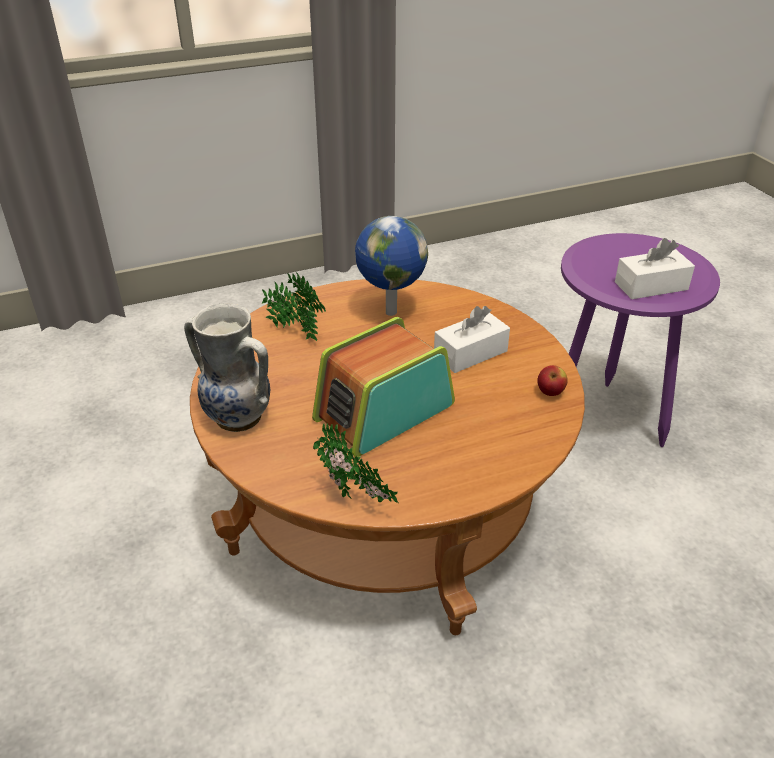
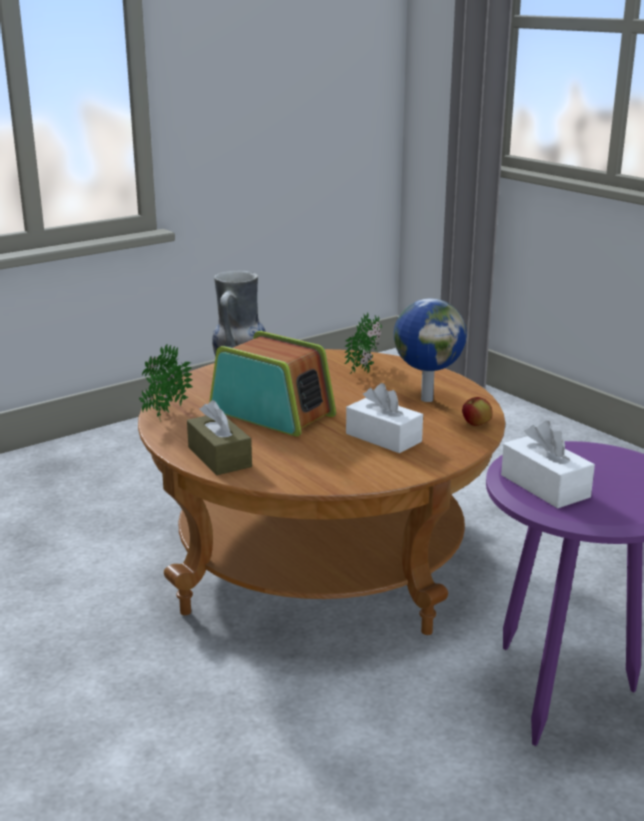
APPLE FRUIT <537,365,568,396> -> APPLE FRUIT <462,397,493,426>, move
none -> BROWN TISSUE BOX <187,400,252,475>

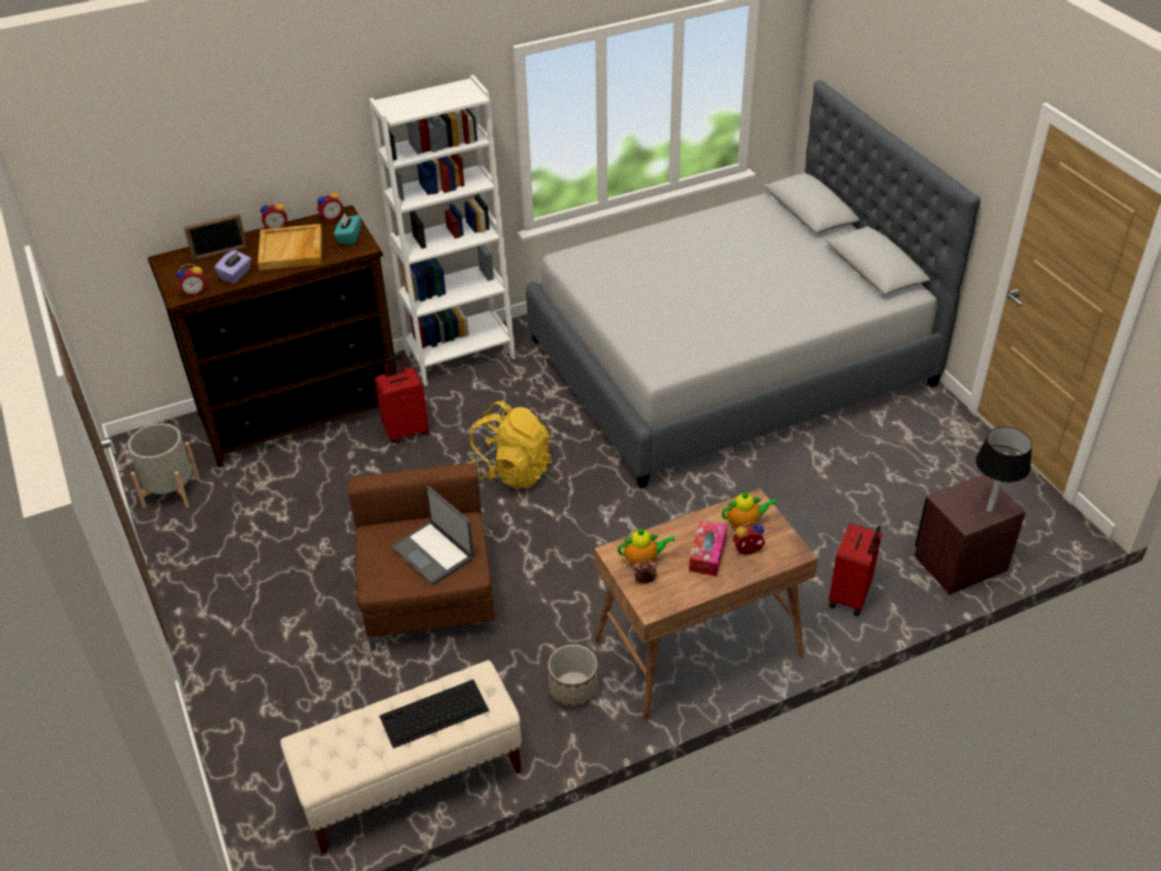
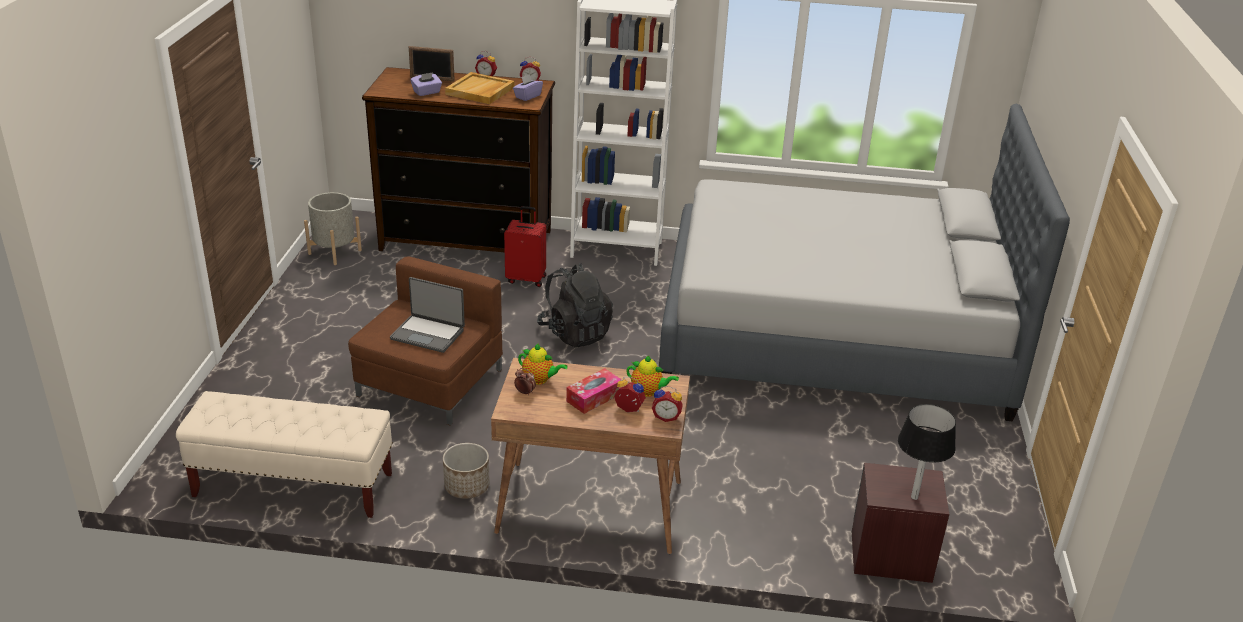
TURQUOISE TISSUE BOX <334,213,361,245> -> PURPLE TISSUE BOX <513,74,543,101>
ALARM CLOCK <176,264,206,296> -> ALARM CLOCK <652,386,683,422>, move
YELLOW-COLOURED BACKPACK <468,401,552,488> -> BLACK-COLOURED BACKPACK <537,263,613,347>
LAPTOP <391,486,474,585> -> LAPTOP <390,277,465,353>, 60 degrees counterclockwise
REDDISH SUITCASE <829,523,882,616> -> none
COMPUTER KEYBOARD <379,679,489,748> -> none

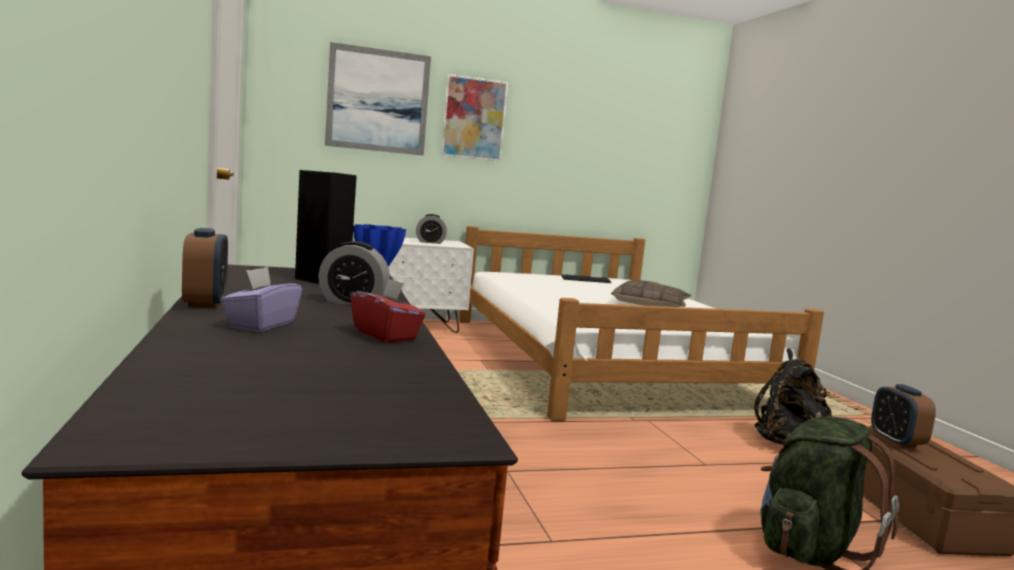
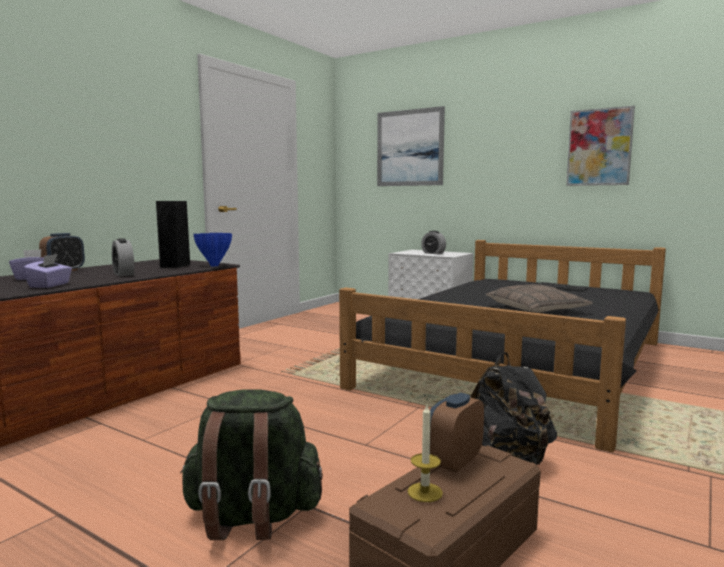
PICTURE <441,74,508,162> -> PICTURE <566,106,635,186>, move
WHITISH BEDROOM BED <459,226,824,421> -> BLACK-COLOURED BEDROOM BED <339,240,666,452>
REDDISH TISSUE BOX <350,278,425,343> -> PURPLE TISSUE BOX <23,254,72,288>
none -> WAX CANDLE <408,405,443,502>

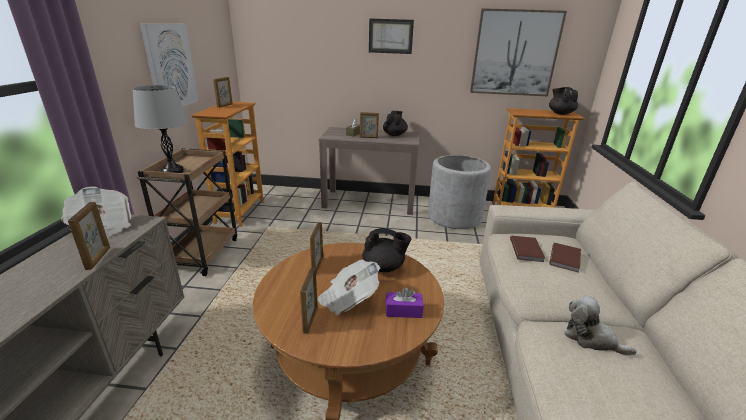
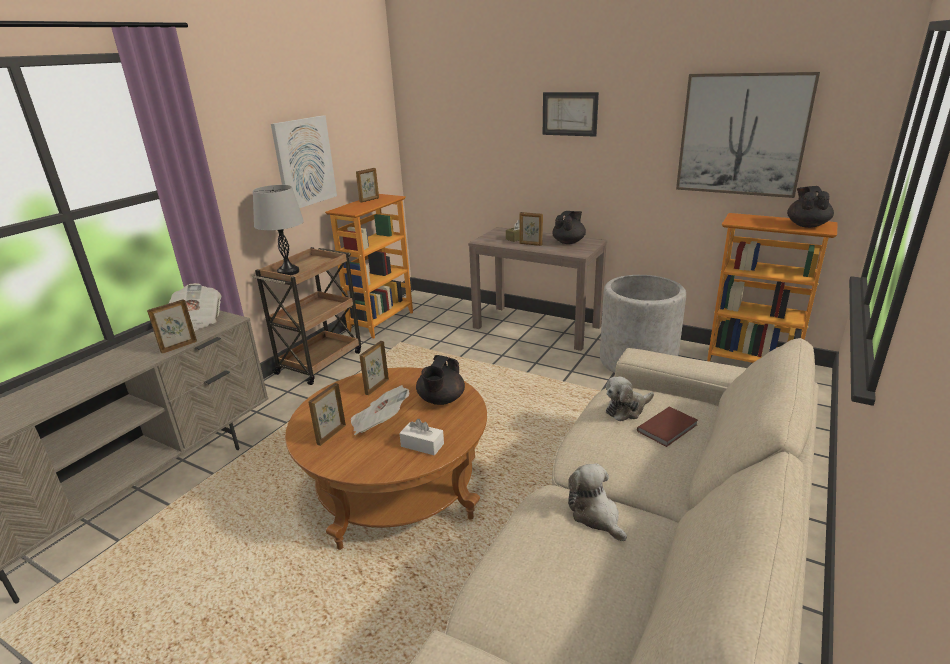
PICTURE FRAME <68,202,110,270> -> PICTURE FRAME <147,299,197,354>, 150 degrees counterclockwise
BLACK-COLOURED TEA POT <362,228,411,272> -> BLACK-COLOURED TEA POT <416,355,465,405>, 75 degrees clockwise
BROWN VOLUME <510,236,545,262> -> PLUSH TOY <606,377,654,421>
PURPLE TISSUE BOX <386,287,424,318> -> WHITISH TISSUE BOX <399,419,444,456>

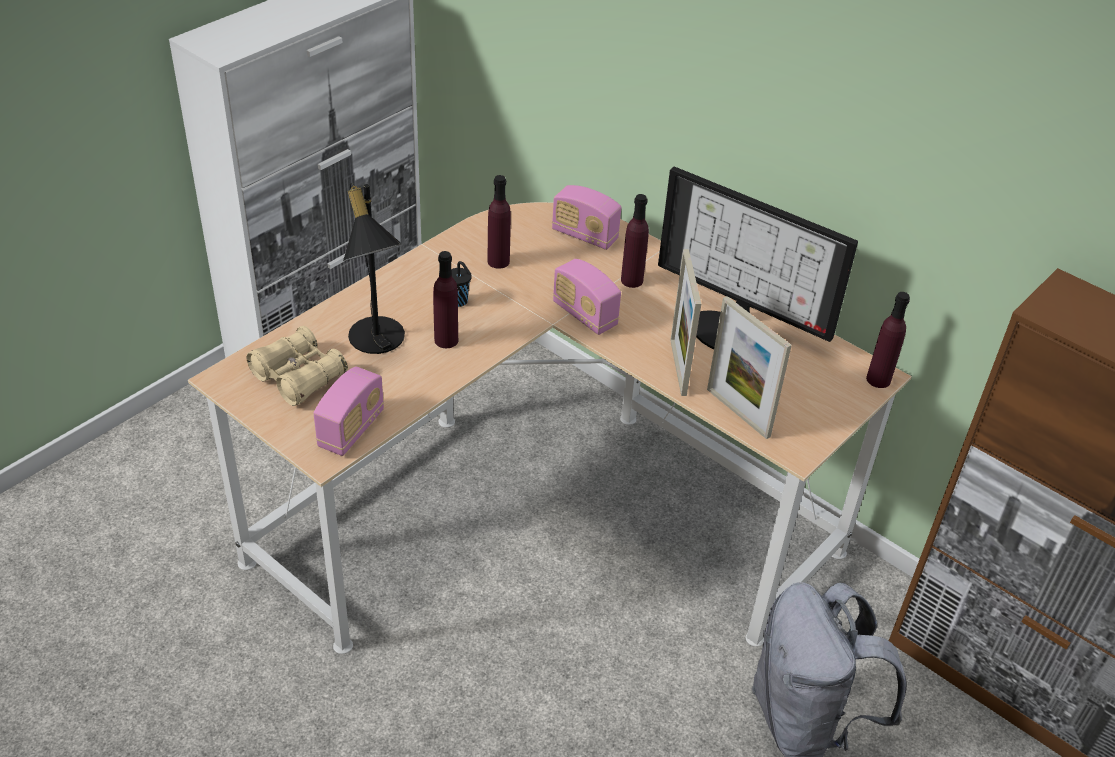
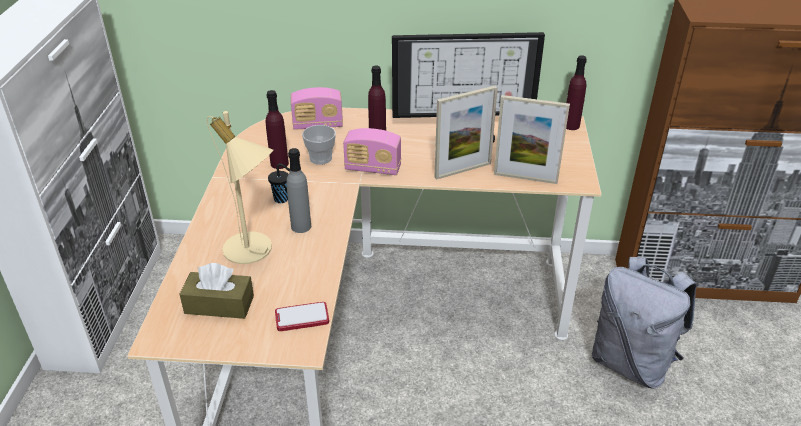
BLACK-COLOURED TABLE LAMP <343,183,405,354> -> BEIGE-COLOURED TABLE LAMP <207,111,273,264>
PICTURE FRAME <670,249,701,396> -> PICTURE FRAME <434,85,498,180>, 75 degrees counterclockwise
PURPLE BOTTLE <433,251,458,348> -> GREYISH BOTTLE <286,148,311,233>
BEIGE-COLOURED FIELD GLASSES <246,326,348,406> -> BROWN TISSUE BOX <179,263,254,319>
RADIO SET <313,366,384,456> -> PHONE <275,302,329,331>
none -> CUP <302,125,336,165>

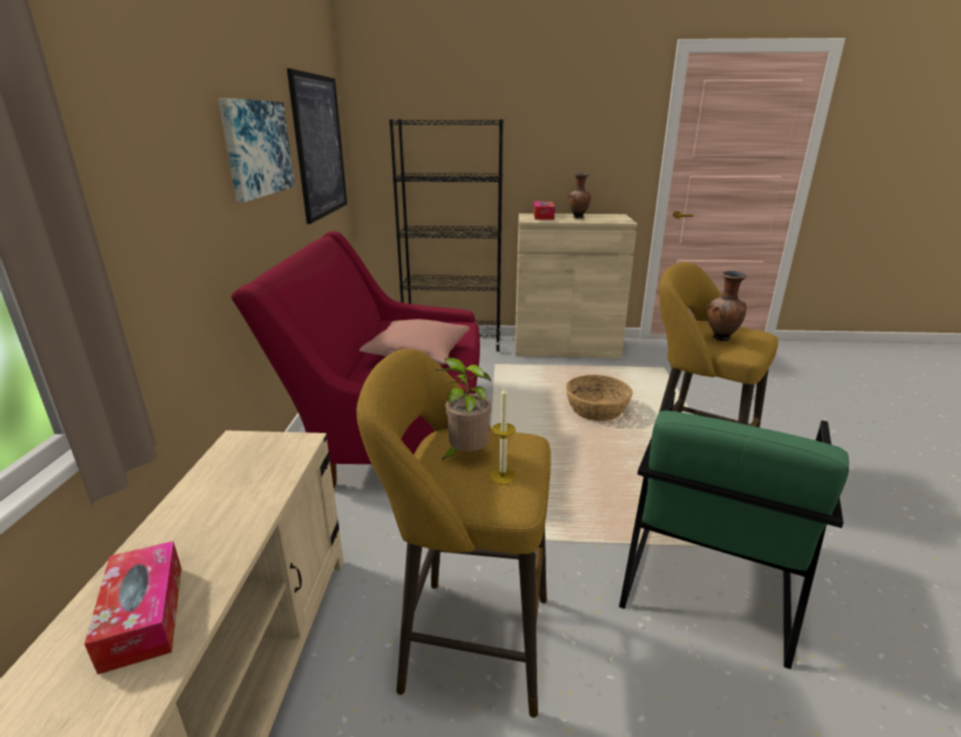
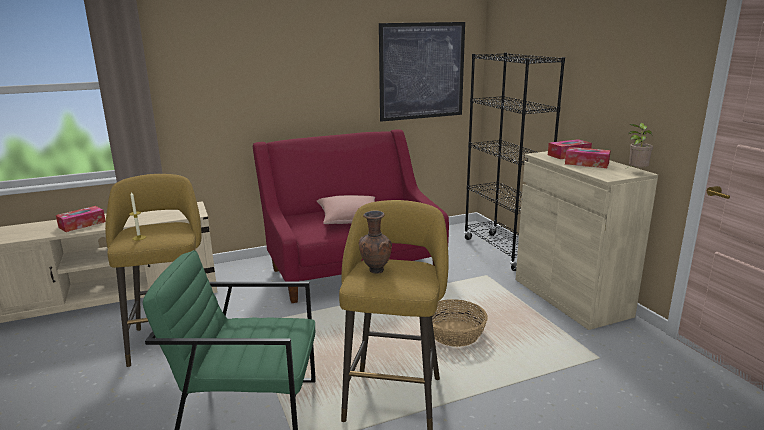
PICTURE <218,98,295,202> -> none
BROWN DECORATIVE VASE <567,173,591,219> -> TISSUE BOX <565,147,611,168>
POTTED PLANT <437,358,491,461> -> POTTED PLANT <627,123,653,168>, move

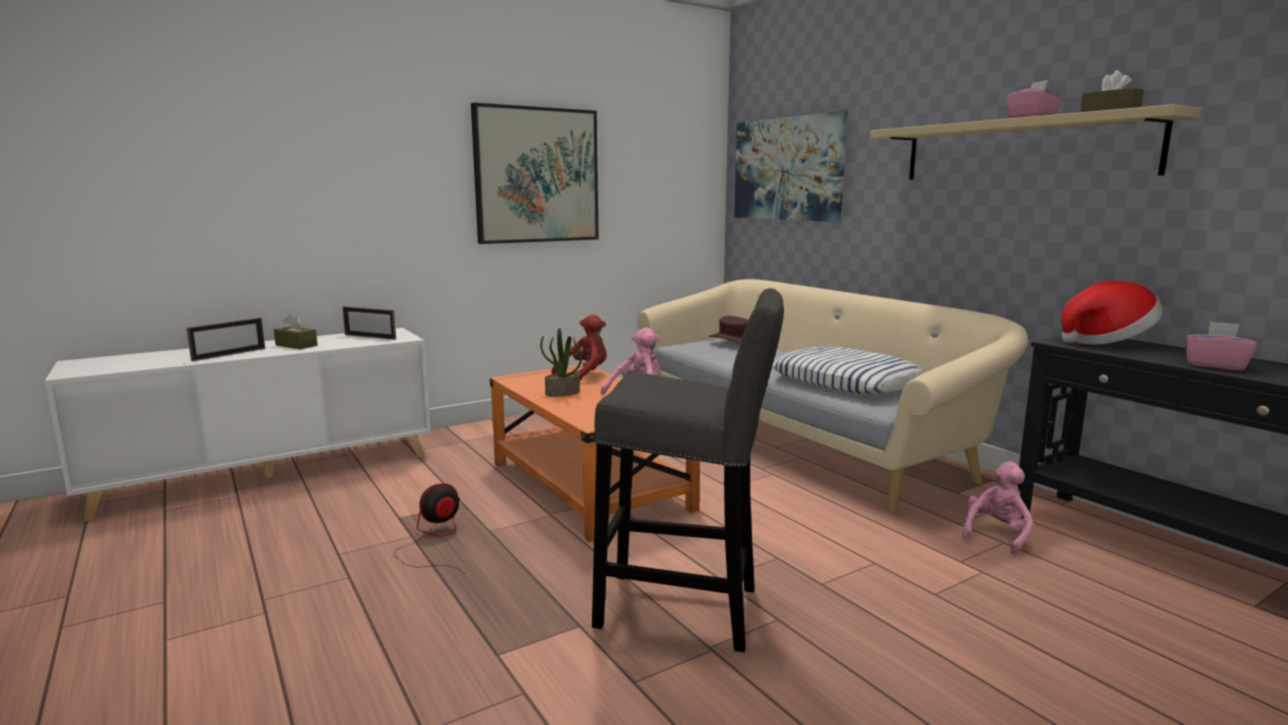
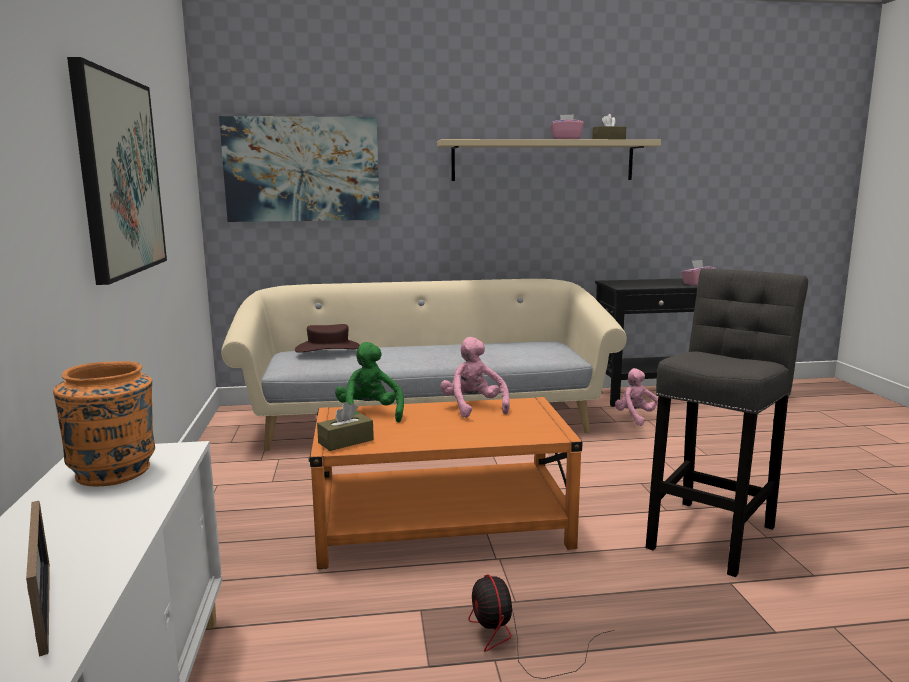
CLOTHING HAT <1061,280,1163,345> -> none
PICTURE FRAME <342,306,396,340> -> ORANGE DECORATIVE VASE <53,361,155,487>
BROWN TISSUE BOX <274,313,318,349> -> BROWN TISSUE BOX <317,402,374,451>, move
REDDISH PLUSH TOY <551,314,607,381> -> GREENISH PLUSH TOY <335,342,404,422>
POTTED PLANT <540,328,582,397> -> none
THROW PILLOW <772,346,925,394> -> none

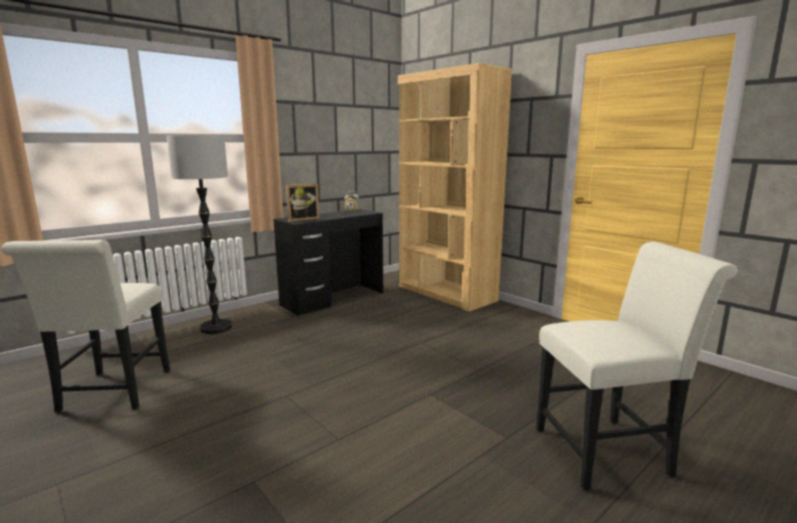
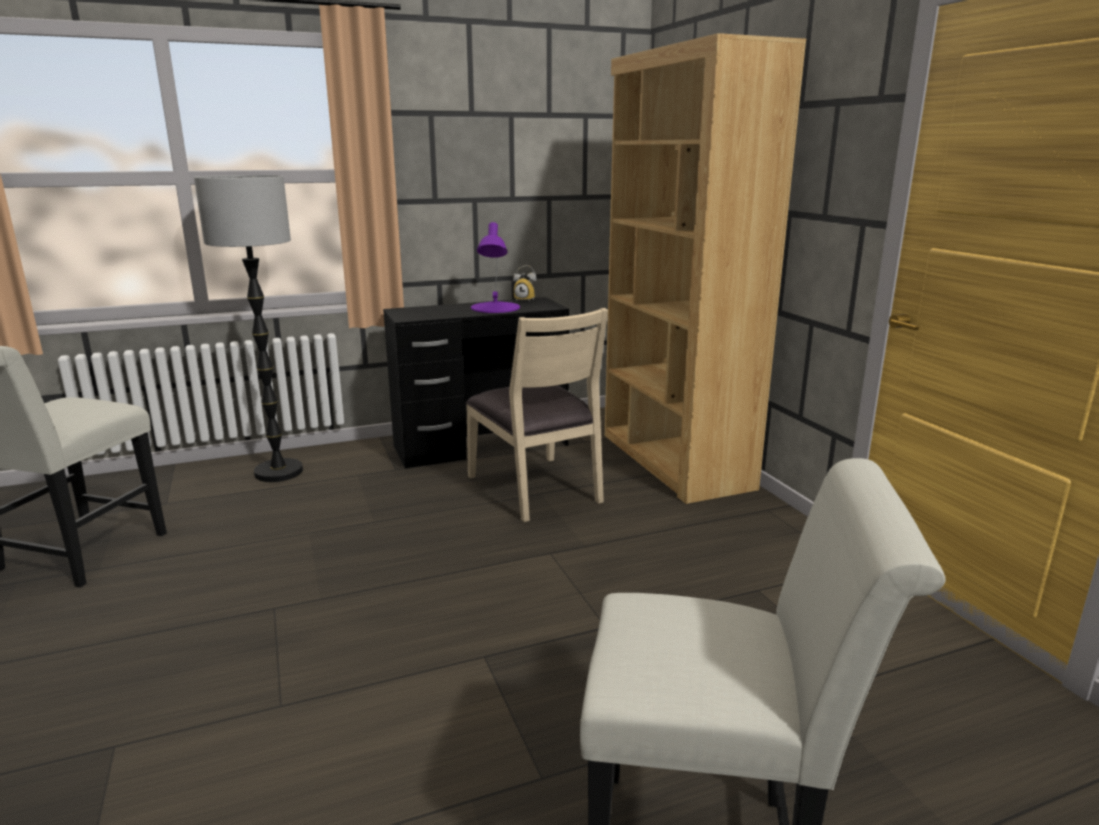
PICTURE FRAME <286,184,319,222> -> none
none -> PURPLE TABLE LAMP <471,222,520,313>
none -> BEIGE-COLOURED PLAIN CHAIR <466,308,608,522>

